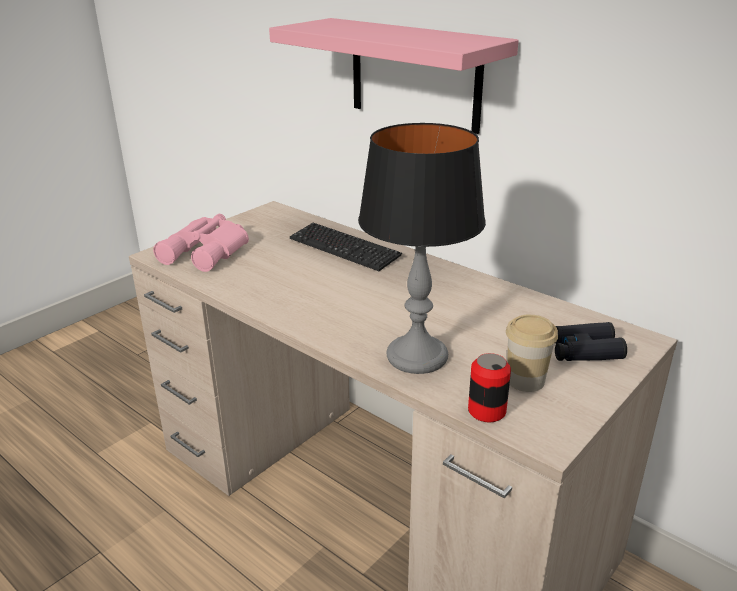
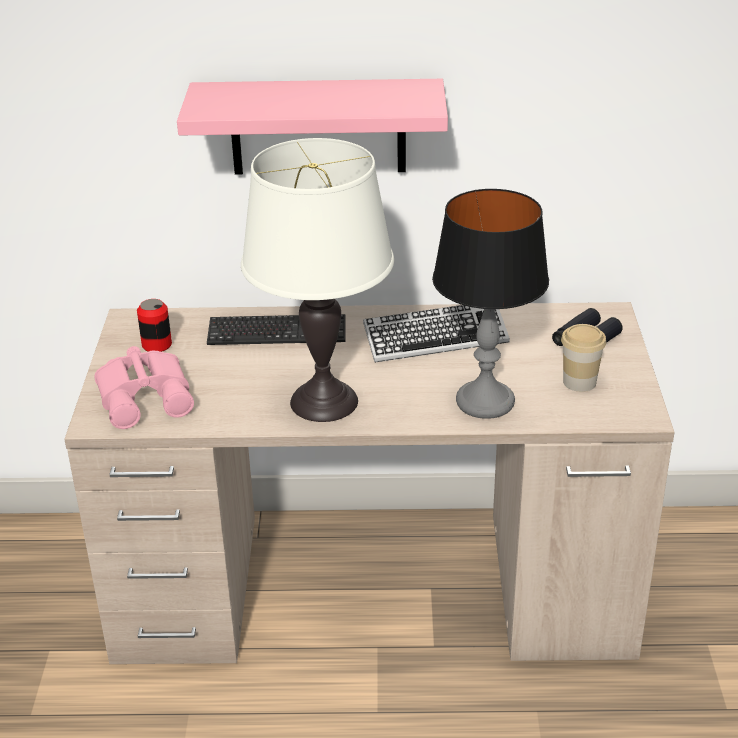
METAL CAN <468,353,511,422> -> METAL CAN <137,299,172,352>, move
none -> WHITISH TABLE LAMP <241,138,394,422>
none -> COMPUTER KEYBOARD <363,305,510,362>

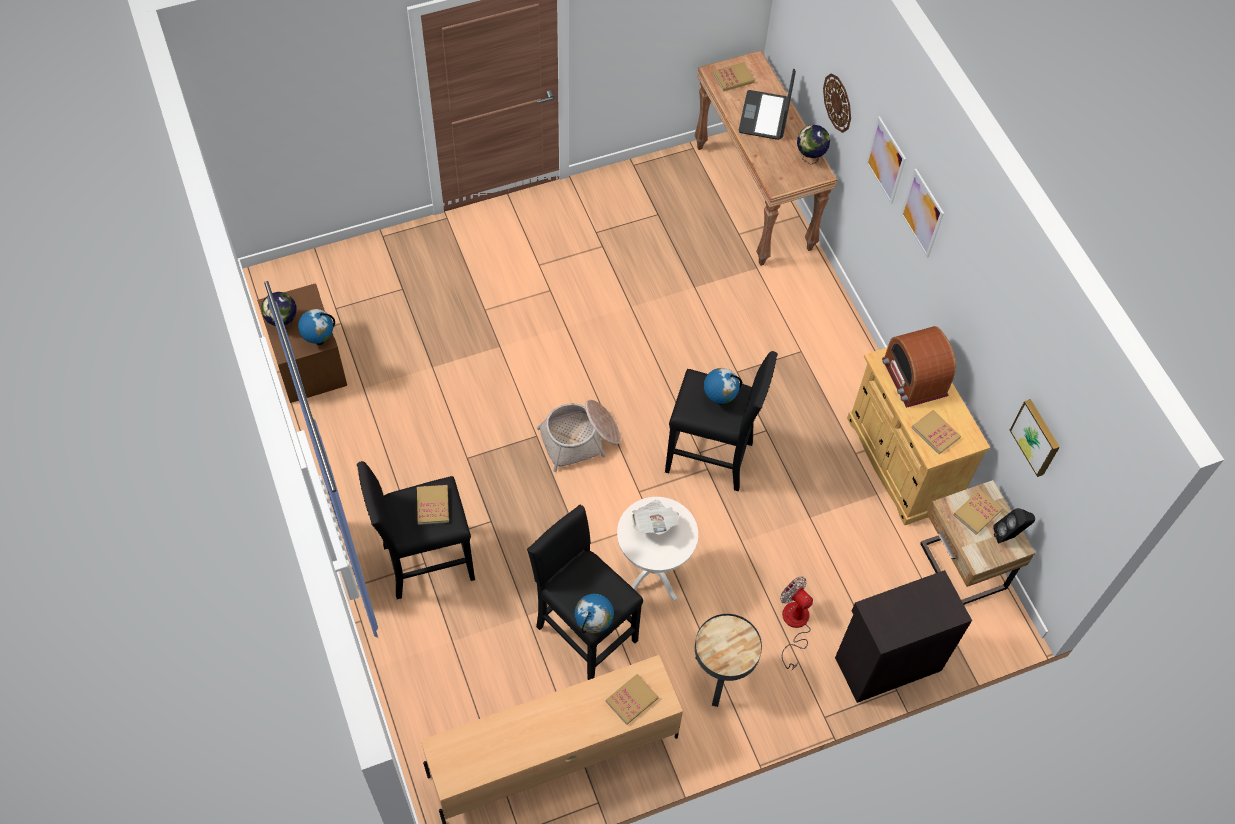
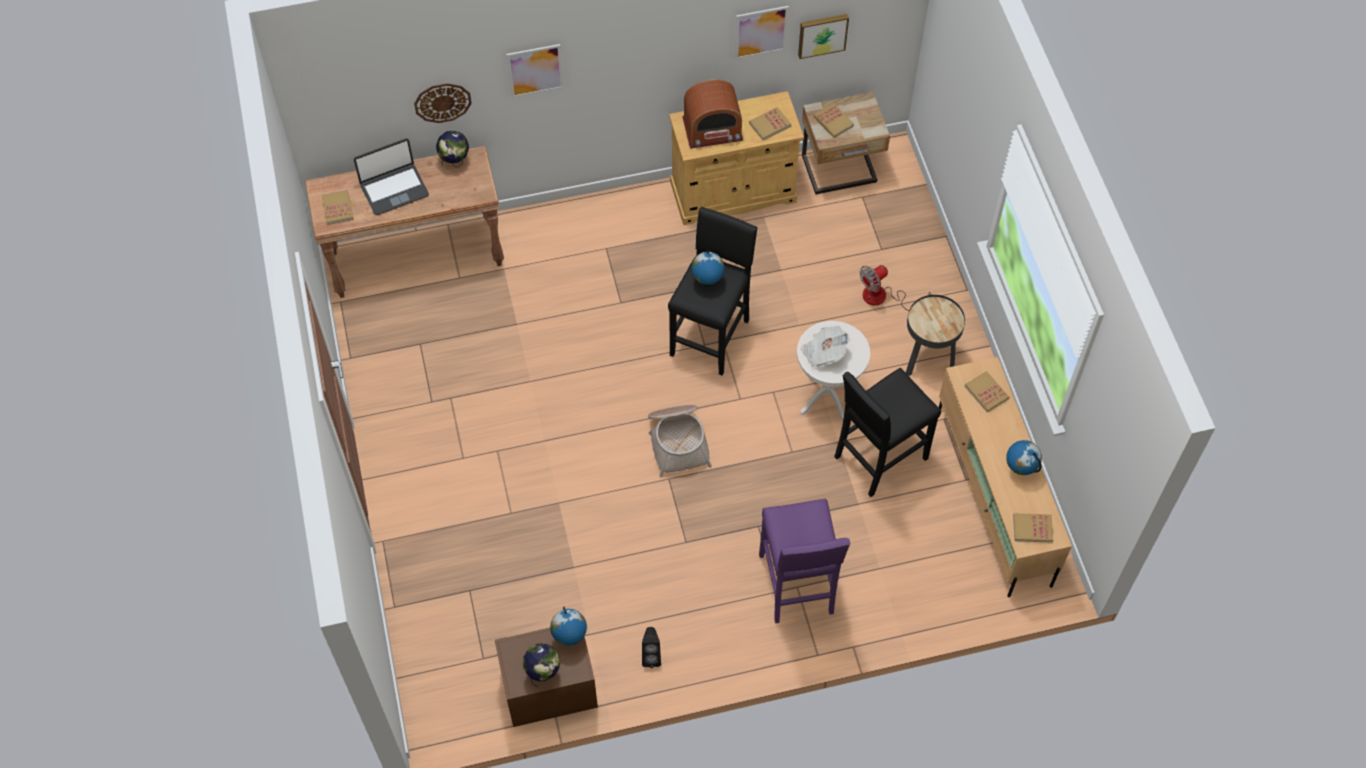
LAPTOP <739,68,796,140> -> LAPTOP <354,138,429,215>, 45 degrees counterclockwise
PICTURE <901,169,944,258> -> PICTURE <735,6,789,60>, move
BLACK-COLOURED STOOL <357,461,475,599> -> PURPLE STOOL <759,498,850,623>
VOLUME <417,485,449,525> -> VOLUME <1013,513,1053,543>, move
BLACK-COLOURED AUDIO SPEAKER <993,508,1035,544> -> BLACK-COLOURED AUDIO SPEAKER <642,627,661,668>, move
BLACK-COLOURED CUPBOARD <835,570,972,703> -> none
DESK GLOBE <575,594,614,634> -> DESK GLOBE <1006,440,1042,475>, move

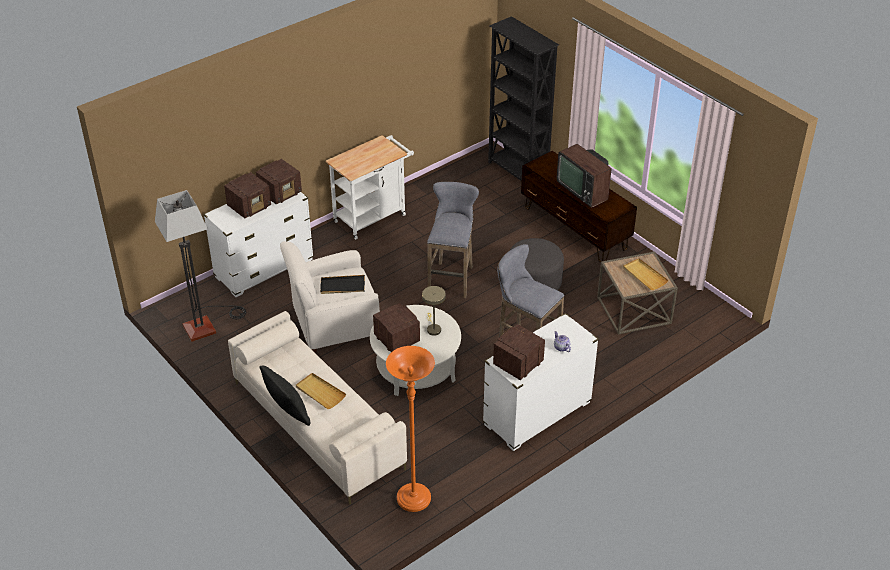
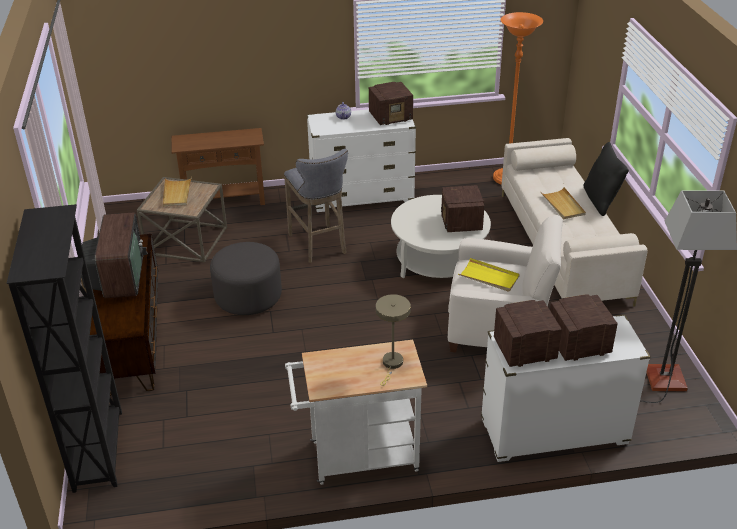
GREYISH STOOL <427,182,479,298> -> none
BLACK-COLOURED CARRYING TRAY <320,275,365,294> -> YELLOW-COLOURED CARRYING TRAY <458,258,520,292>
BEIGE-COLOURED TABLE LAMP <422,286,446,336> -> BEIGE-COLOURED TABLE LAMP <376,294,411,386>, move
none -> BROWN HALL TABLE <171,128,265,205>

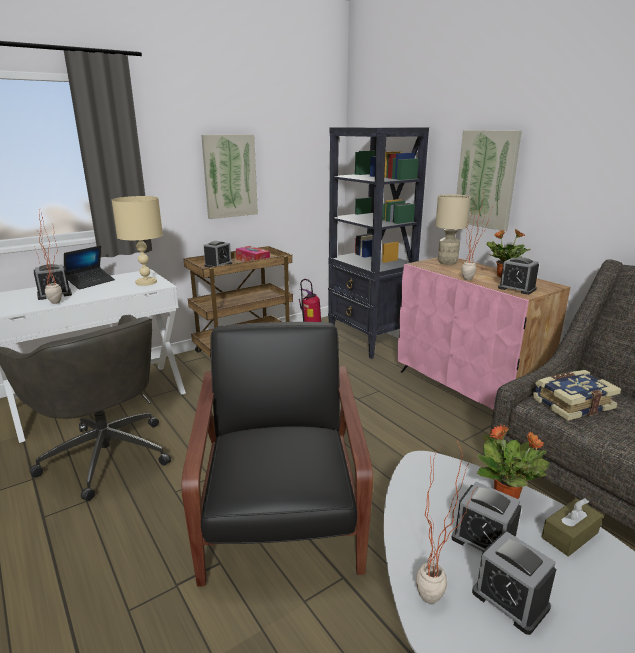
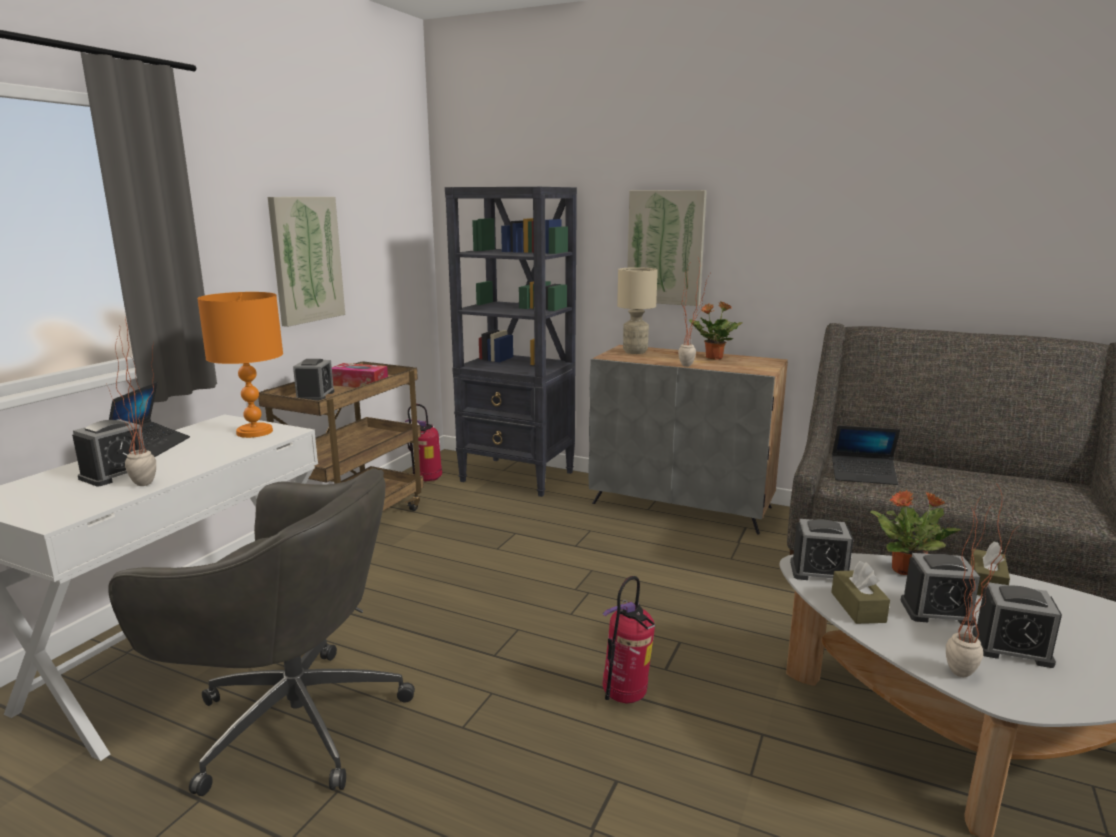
BEIGE-COLOURED TABLE LAMP <112,196,163,286> -> ORANGE TABLE LAMP <197,292,283,438>
PINK CUPBOARD <397,257,570,410> -> GREYISH CUPBOARD <588,345,788,535>
ALARM CLOCK <498,257,539,295> -> ALARM CLOCK <790,519,853,580>, move
BLACK-COLOURED ARMCHAIR <182,322,373,587> -> FIRE-FIGHTING CYLINDER <603,576,655,703>
VOLUME <533,370,621,421> -> LAPTOP <832,425,900,485>
none -> BROWN TISSUE BOX <831,561,890,624>

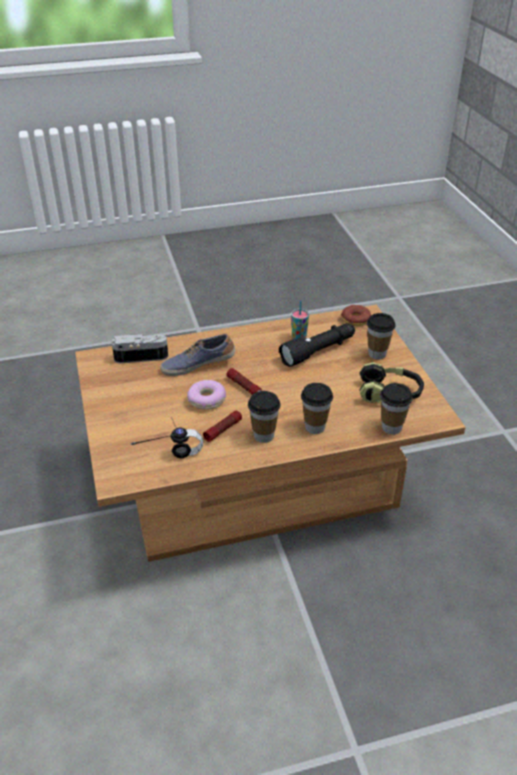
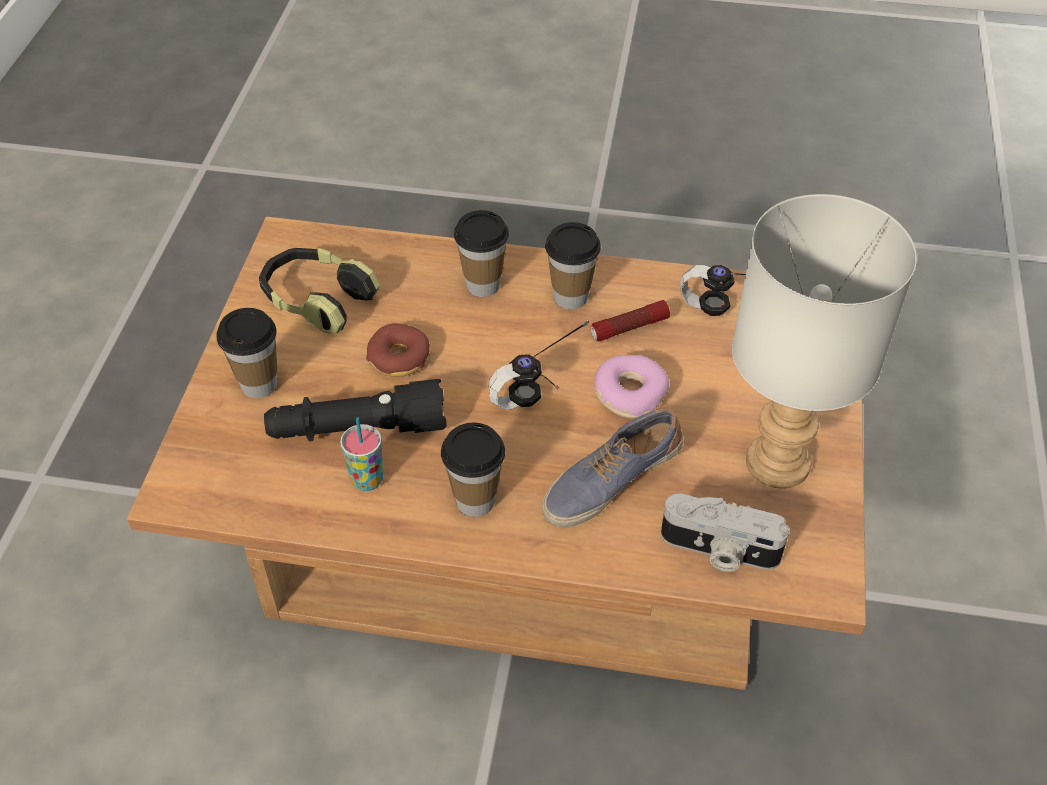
DOUGHNUT <341,305,371,326> -> DOUGHNUT <366,323,430,377>, move
SHOE <160,334,235,376> -> SHOE <542,408,683,527>, 135 degrees clockwise
FLASHLIGHT <227,368,262,395> -> PAIR OF HEADPHONES <488,320,589,410>
CUP <380,383,413,435> -> CUP <441,423,505,517>, move
none -> GREYISH TABLE LAMP <732,194,917,489>

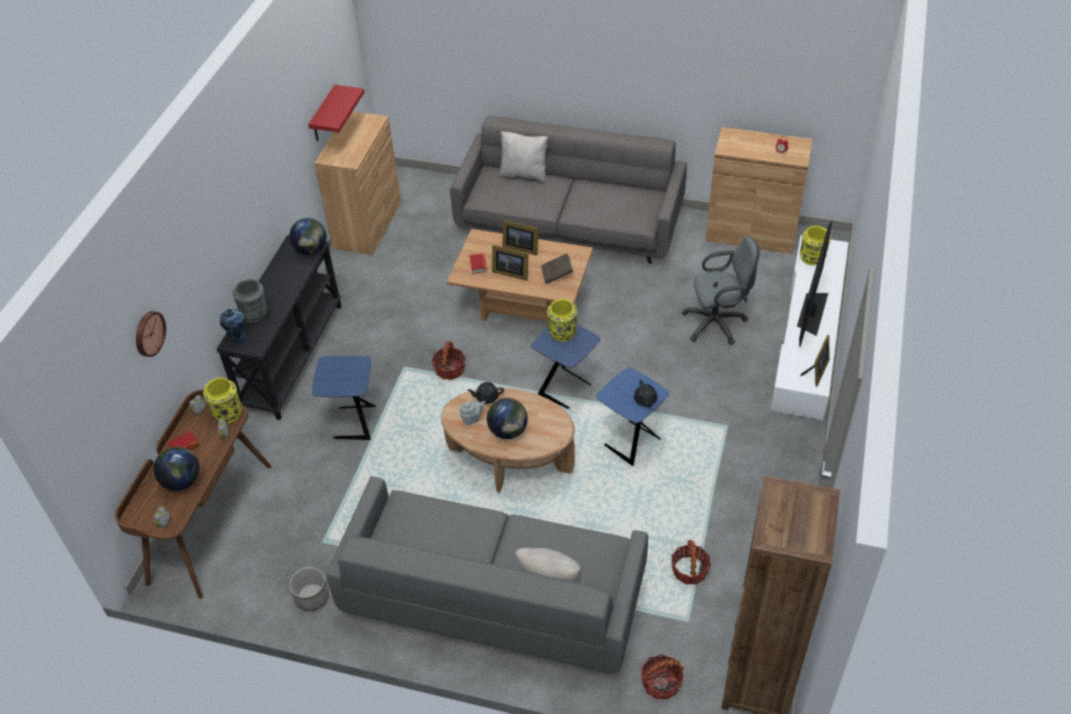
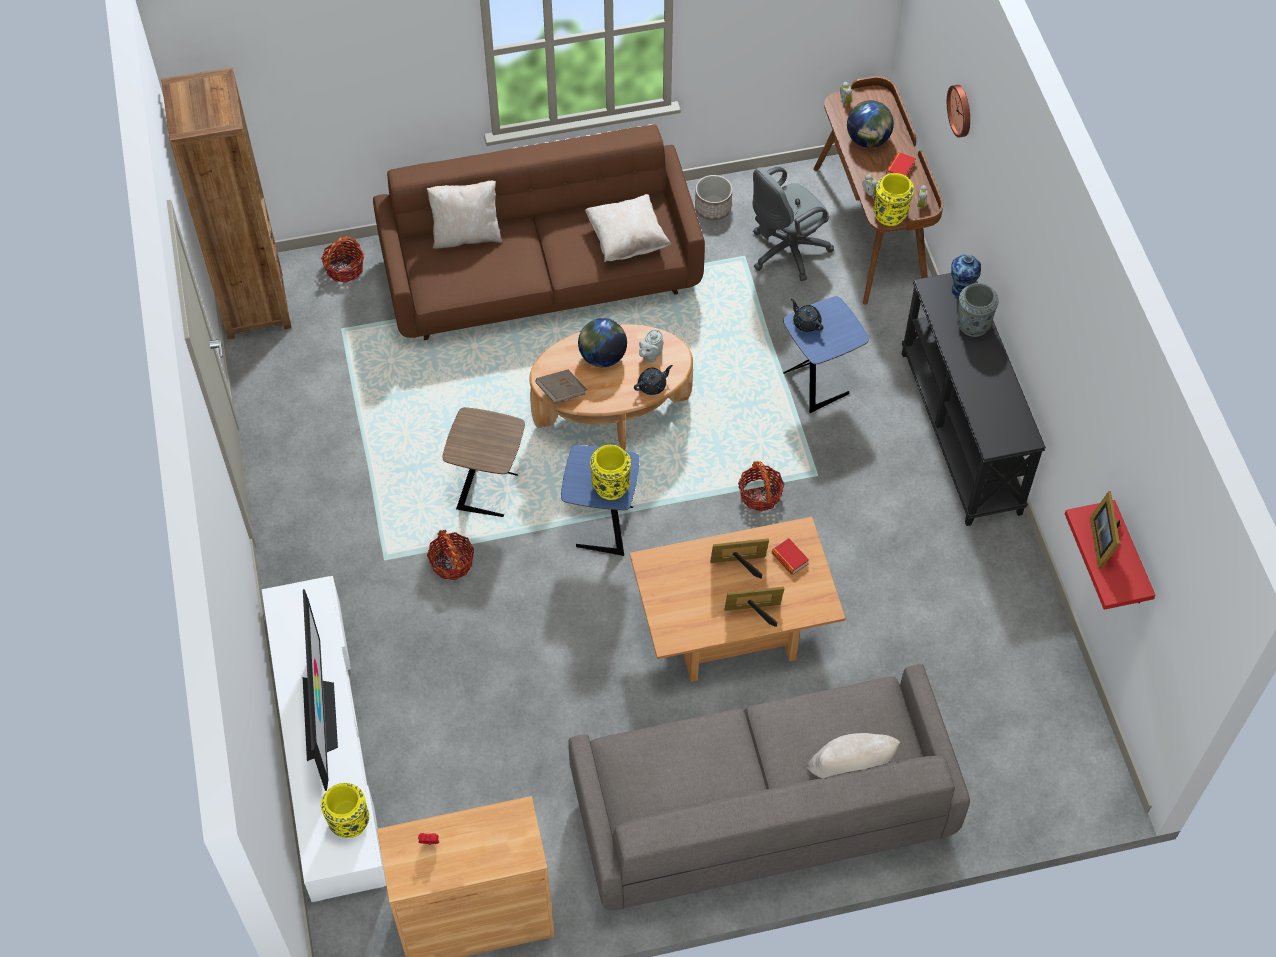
BROWN CUPBOARD <314,111,401,255> -> none
DESK GLOBE <289,218,326,255> -> none
GREYISH DESK CHAIR <682,236,760,345> -> GREYISH DESK CHAIR <753,167,834,281>, move
BROWN VOLUME <541,253,573,284> -> BROWN VOLUME <536,369,587,403>, move
PICTURE FRAME <800,335,830,387> -> PICTURE FRAME <1090,491,1120,570>, move
BLUISH SIDE TABLE <596,368,669,466> -> BROWN SIDE TABLE <442,407,525,517>
BLACK-COLOURED TEA POT <634,380,657,407> -> BLACK-COLOURED TEA POT <791,299,823,332>, move
GREYISH SOFA <327,476,648,673> -> BROWN SOFA <373,125,705,340>
HOUSEHOLD BASKET <671,540,711,585> -> HOUSEHOLD BASKET <427,530,474,580>, move
none -> BEIGE-COLOURED THROW PILLOW <585,194,671,262>

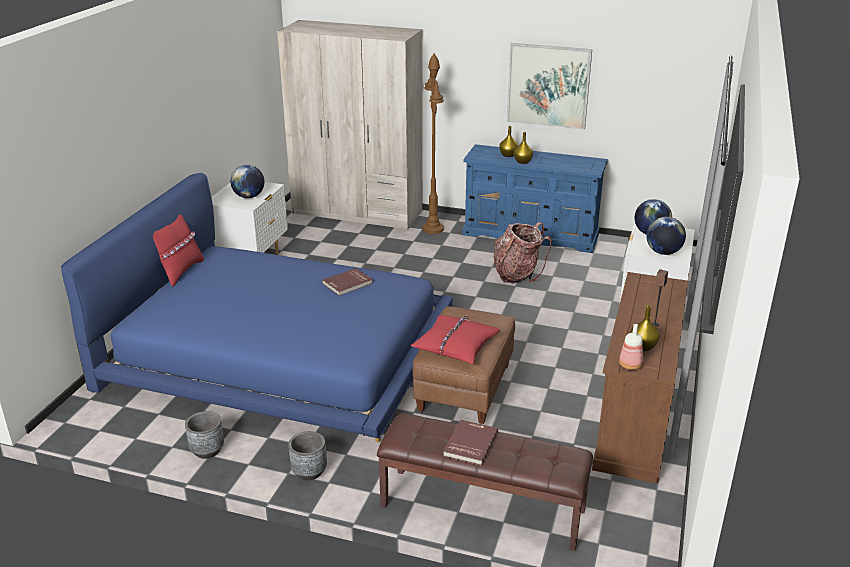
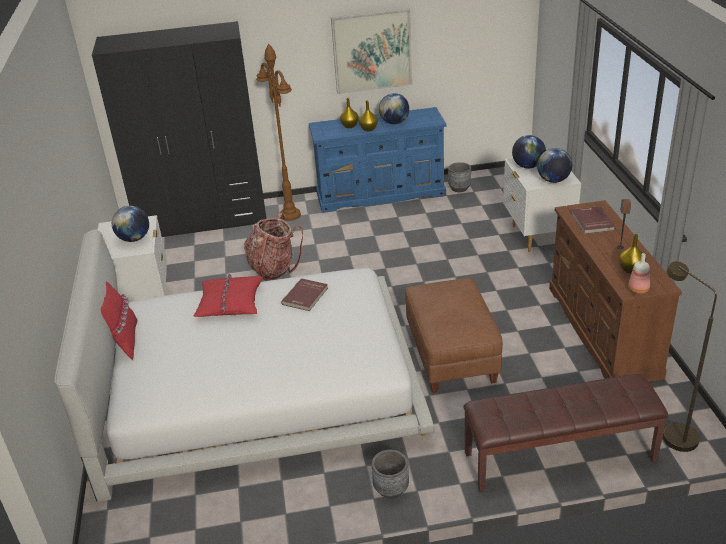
BEIGE-COLOURED ARMOIRE <277,20,422,230> -> BLACK-COLOURED ARMOIRE <92,21,267,237>
BLUISH BEDROOM BED <61,173,454,442> -> WHITISH BEDROOM BED <54,230,435,502>
BACKPACK <493,222,552,284> -> BACKPACK <244,213,303,281>, move
REDDISH THROW PILLOW <411,315,500,364> -> REDDISH THROW PILLOW <194,274,263,317>, move
GREYISH PLANTER <185,411,224,459> -> GREYISH PLANTER <448,162,471,192>, move
REDDISH VOLUME <443,420,498,465> -> REDDISH VOLUME <571,206,615,234>, move
none -> DESK GLOBE <379,93,409,124>
none -> BROWN STANDARD LAMP <663,261,717,452>

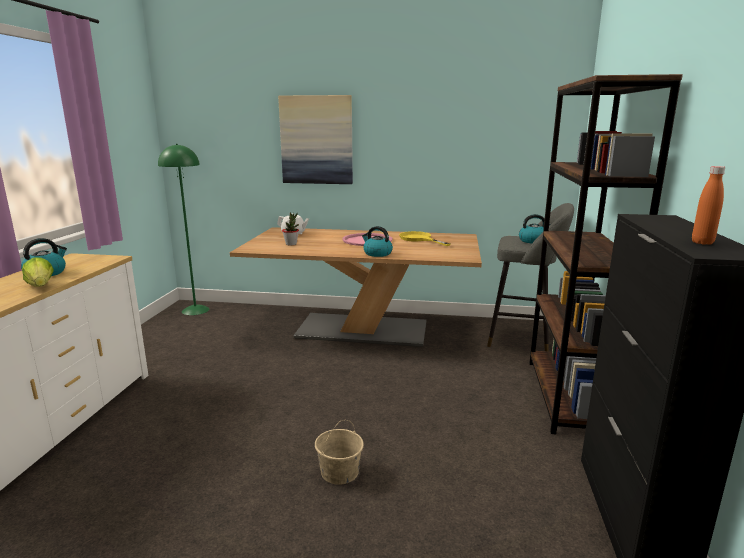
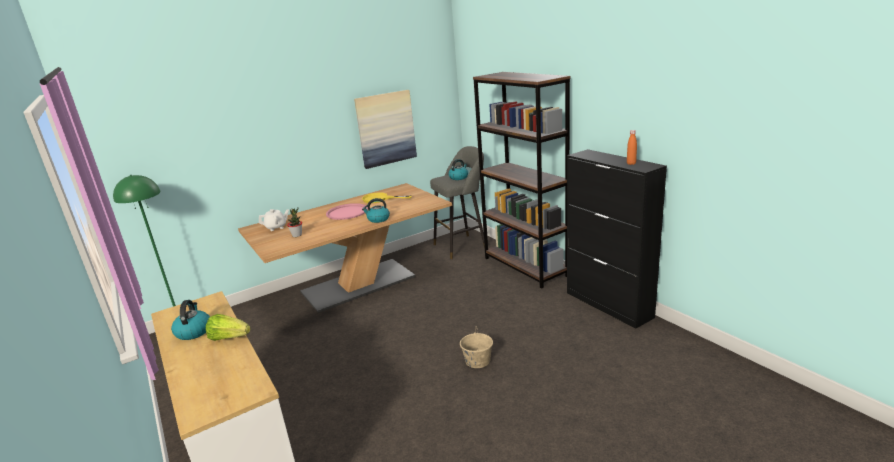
PICTURE <278,95,353,184> -> PICTURE <354,90,417,169>, move

